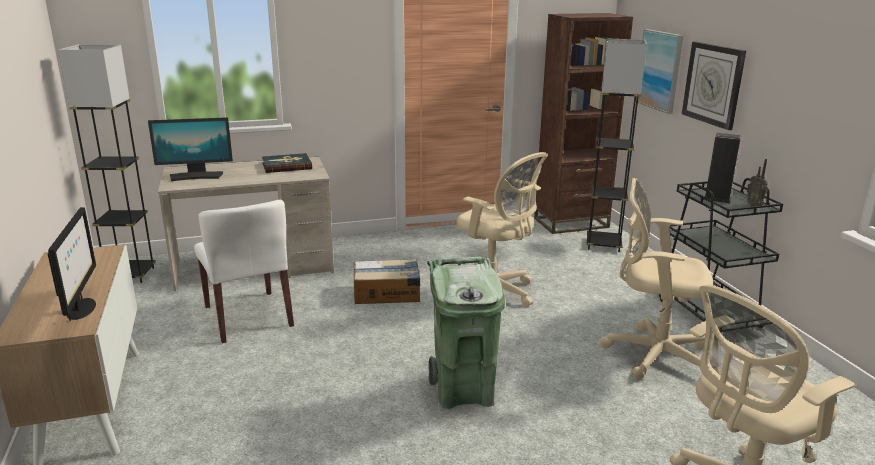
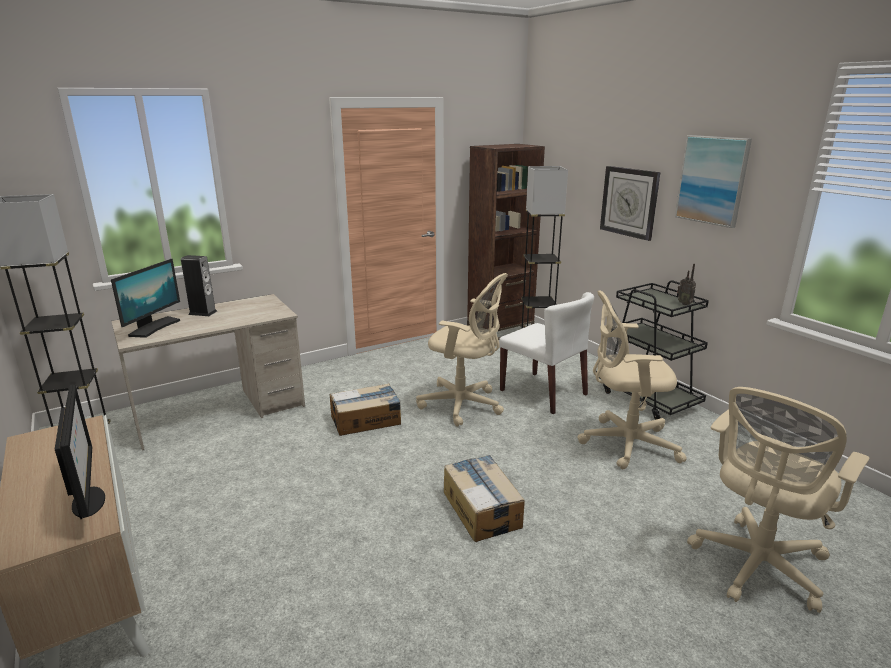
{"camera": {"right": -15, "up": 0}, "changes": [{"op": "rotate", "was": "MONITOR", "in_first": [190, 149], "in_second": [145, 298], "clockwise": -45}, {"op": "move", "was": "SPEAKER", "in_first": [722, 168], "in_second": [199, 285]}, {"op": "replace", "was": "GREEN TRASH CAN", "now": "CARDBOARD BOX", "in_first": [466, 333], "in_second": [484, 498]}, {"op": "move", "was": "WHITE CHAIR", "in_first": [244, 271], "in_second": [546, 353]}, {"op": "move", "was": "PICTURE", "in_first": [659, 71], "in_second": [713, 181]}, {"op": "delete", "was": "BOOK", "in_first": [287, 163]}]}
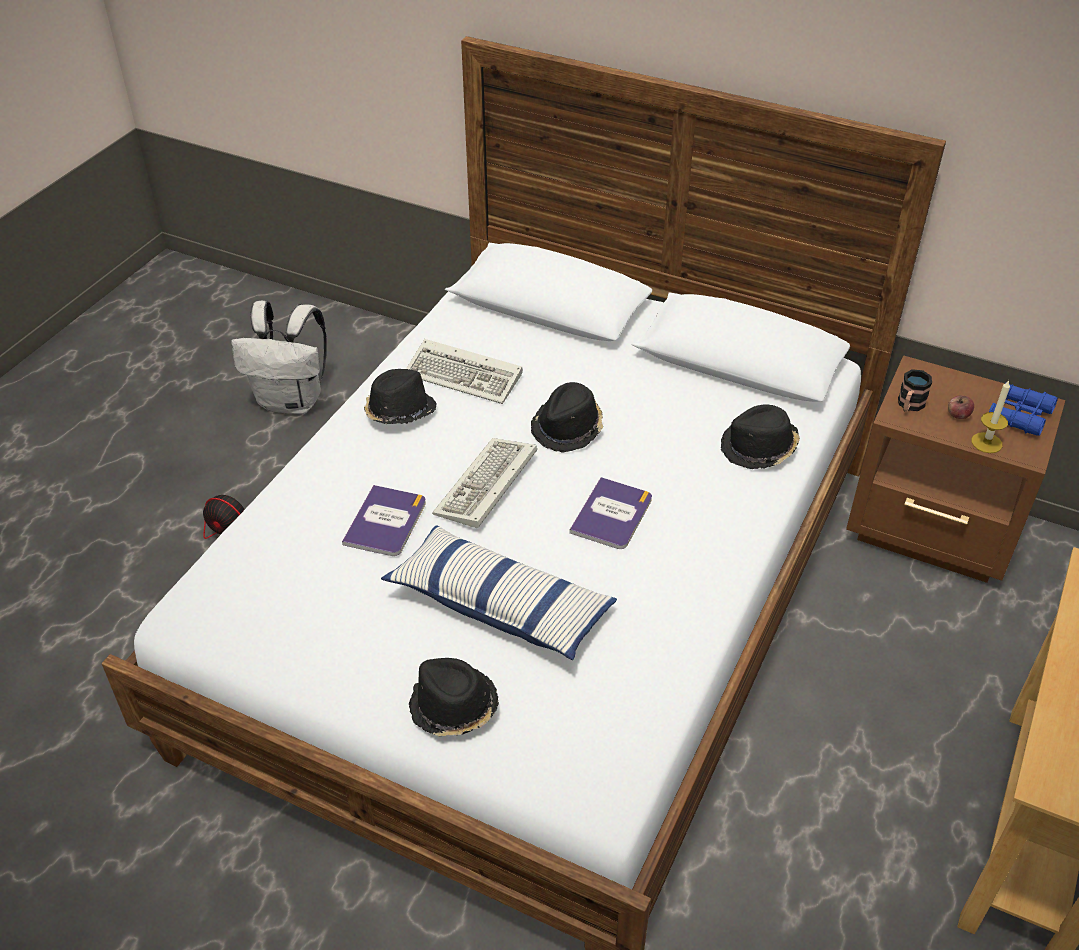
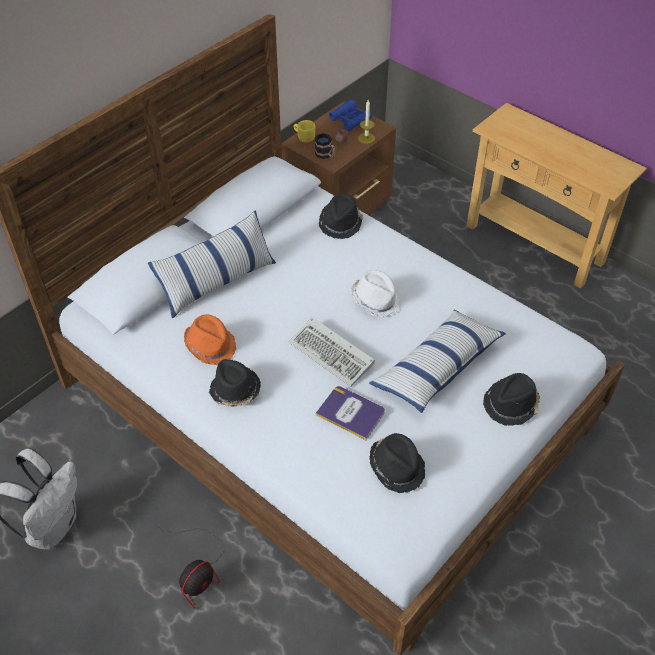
{"camera": {"right": -75, "up": 5}, "changes": [{"op": "insert", "now": "PILLOW", "in_second": [212, 264]}, {"op": "replace", "was": "KEYBOARD", "now": "ORANGE HAT", "in_first": [464, 371], "in_second": [210, 340]}, {"op": "insert", "now": "YELLOW MUG", "in_second": [304, 131]}, {"op": "replace", "was": "BOOK", "now": "WHITE HAT", "in_first": [610, 513], "in_second": [376, 294]}, {"op": "move", "was": "BLACK HAT", "in_first": [567, 417], "in_second": [397, 463]}]}
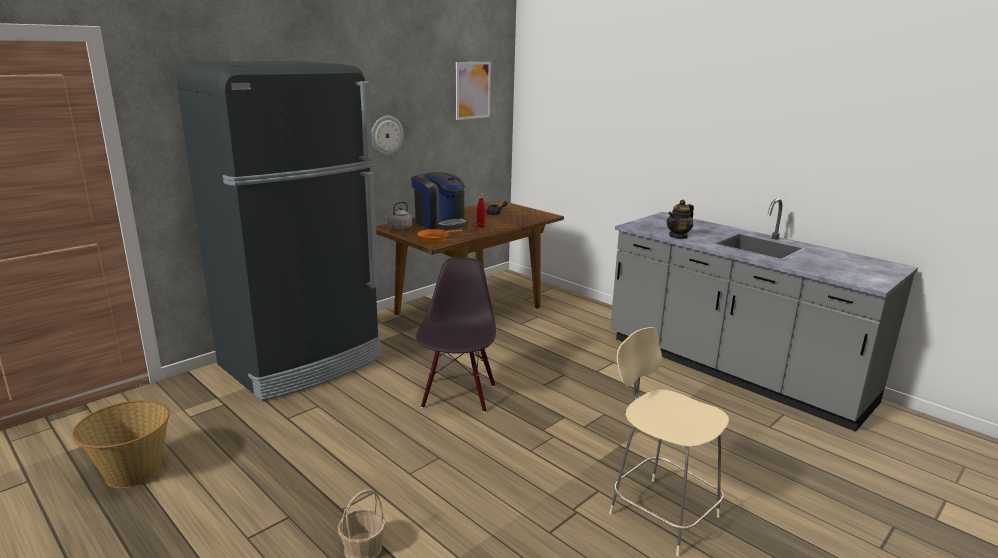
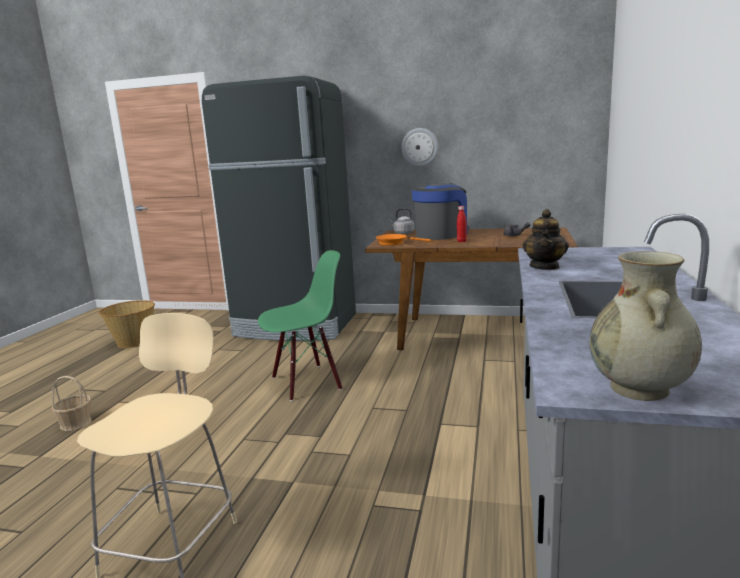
{"camera": {"right": 60, "up": -5}, "changes": [{"op": "recolor", "was": "BLACK CHAIR", "now": "GREEN CHAIR", "in_first": [456, 335], "in_second": [300, 325]}, {"op": "rotate", "was": "COFFEE MACHINE", "in_first": [440, 201], "in_second": [441, 211], "clockwise": -150}, {"op": "rotate", "was": "TEAPOT", "in_first": [680, 219], "in_second": [545, 239], "clockwise": -90}, {"op": "insert", "now": "BEIGE VASE", "in_second": [646, 326]}, {"op": "delete", "was": "PICTURE", "in_first": [473, 91]}]}
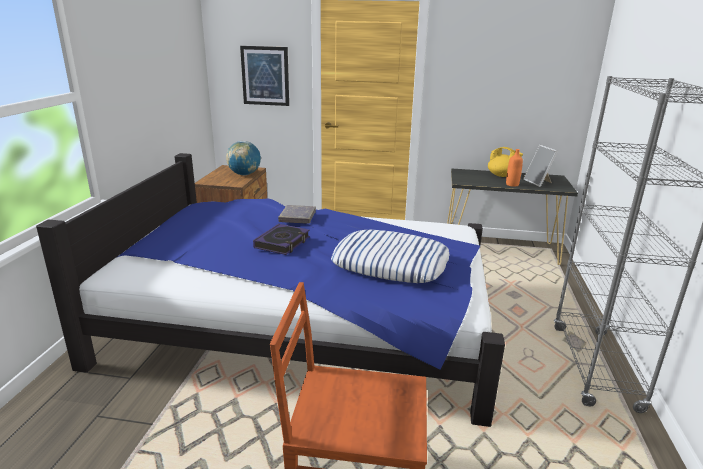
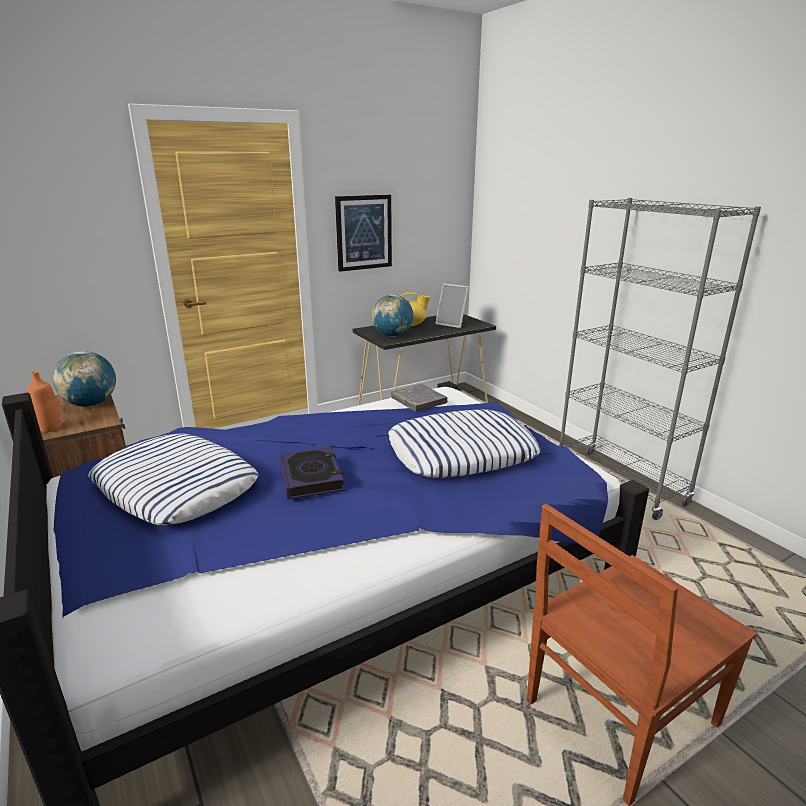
{"camera": {"right": -40, "up": 0}, "changes": [{"op": "move", "was": "ORANGE BOTTLE", "in_first": [514, 168], "in_second": [44, 402]}, {"op": "insert", "now": "PILLOW", "in_second": [173, 480]}, {"op": "move", "was": "PICTURE", "in_first": [264, 76], "in_second": [363, 233]}, {"op": "insert", "now": "GLOBE", "in_second": [392, 315]}, {"op": "move", "was": "GREY BOOK", "in_first": [297, 214], "in_second": [419, 398]}]}
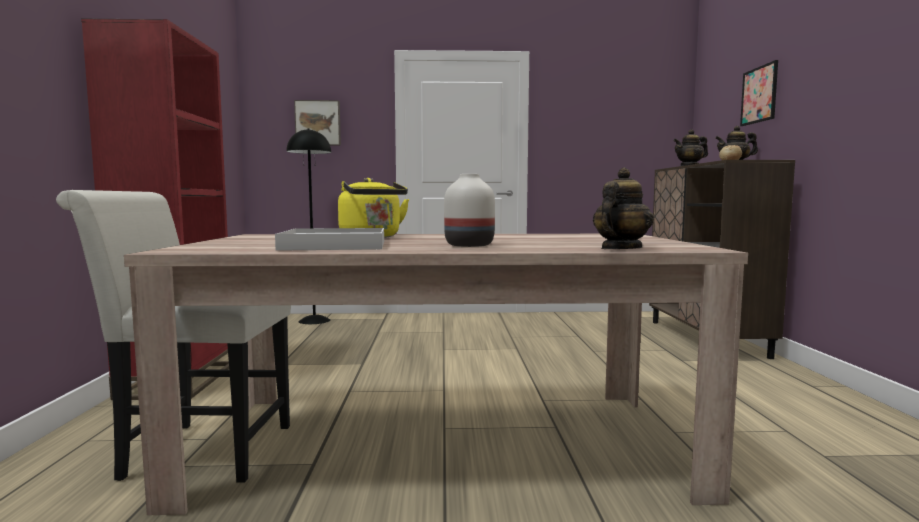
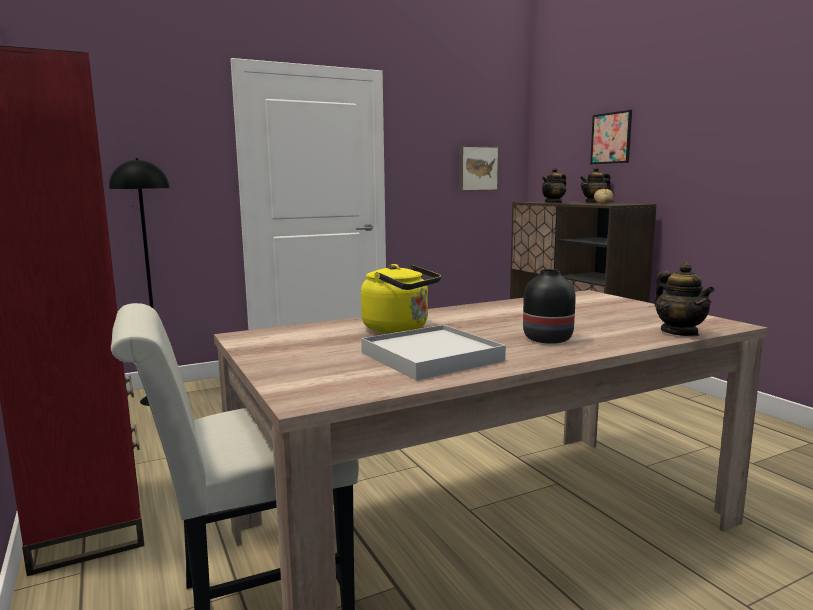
{"camera": {"right": -25, "up": 5}, "changes": [{"op": "move", "was": "PICTURE", "in_first": [317, 123], "in_second": [479, 168]}, {"op": "recolor", "was": "WHITE VASE", "now": "BLACK VASE", "in_first": [469, 210], "in_second": [549, 306]}, {"op": "rotate", "was": "TEAPOT", "in_first": [623, 208], "in_second": [684, 299], "clockwise": 150}]}
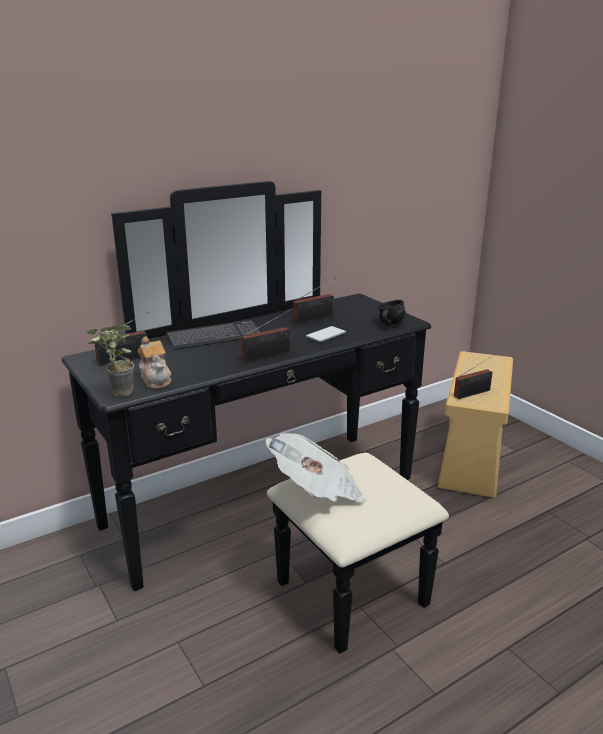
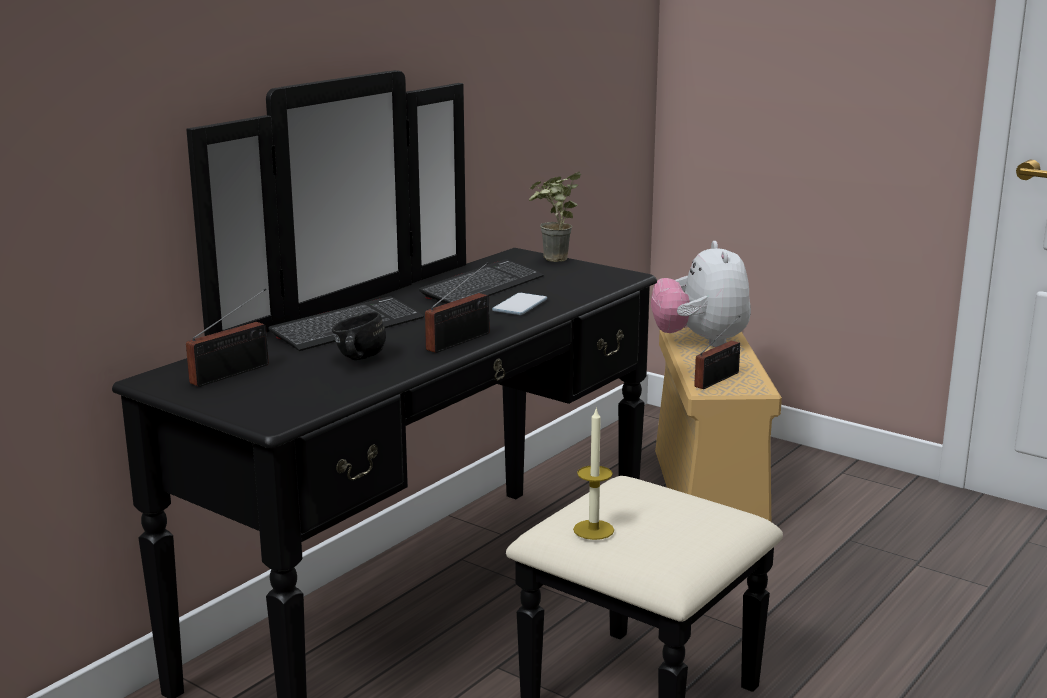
{"camera": {"right": -20, "up": -5}, "changes": [{"op": "move", "was": "BLACK MUG", "in_first": [391, 312], "in_second": [359, 336]}, {"op": "replace", "was": "RADIO", "now": "KEYBOARD", "in_first": [314, 300], "in_second": [481, 281]}, {"op": "move", "was": "POTTED PLANT", "in_first": [110, 361], "in_second": [555, 217]}, {"op": "replace", "was": "NEWSPAPER", "now": "CANDLE", "in_first": [316, 467], "in_second": [593, 473]}, {"op": "insert", "now": "PLUSH TOY", "in_second": [701, 294]}, {"op": "delete", "was": "TEAPOT", "in_first": [154, 362]}]}
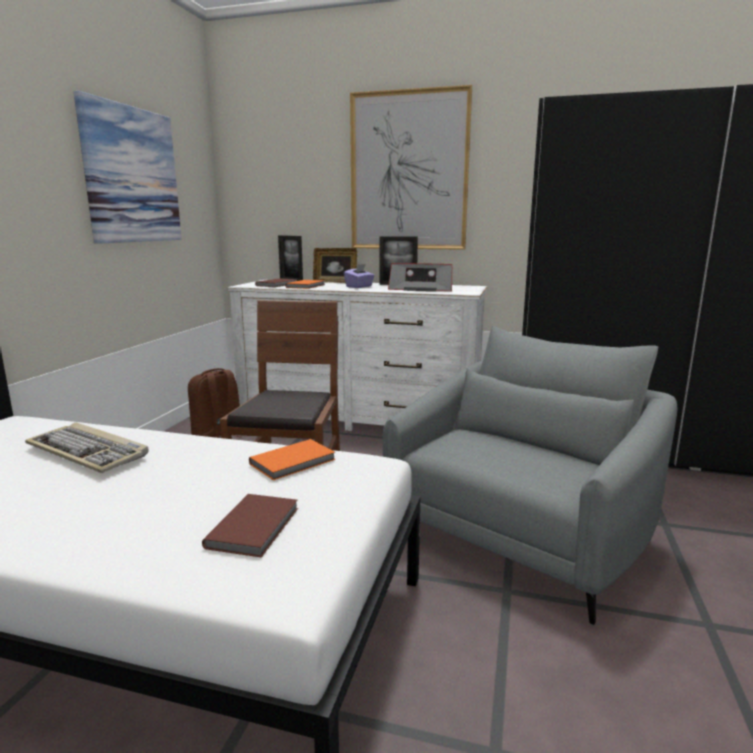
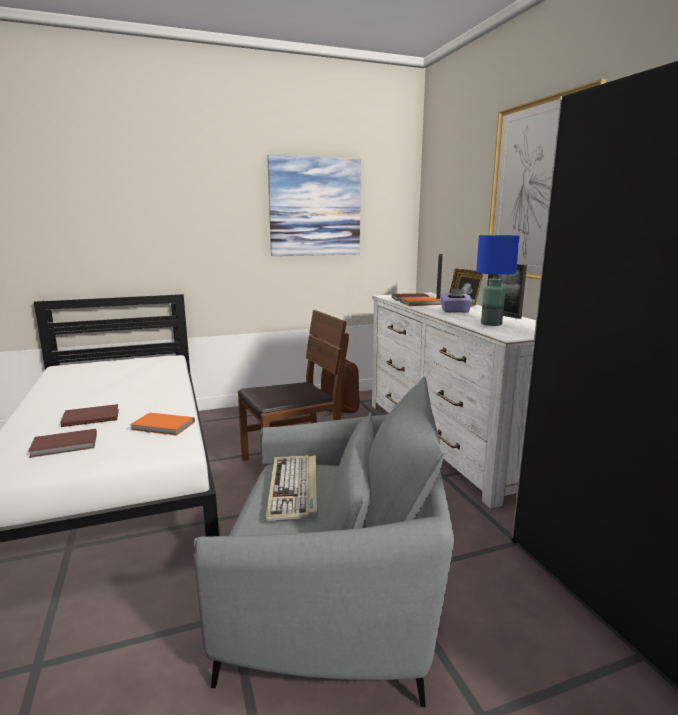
{"camera": {"right": 55, "up": 0}, "changes": [{"op": "insert", "now": "BROWN BOOK", "in_second": [89, 415]}, {"op": "move", "was": "KEYBOARD", "in_first": [86, 448], "in_second": [292, 488]}, {"op": "replace", "was": "RADIO", "now": "BLUE TABLE LAMP", "in_first": [420, 277], "in_second": [498, 280]}]}
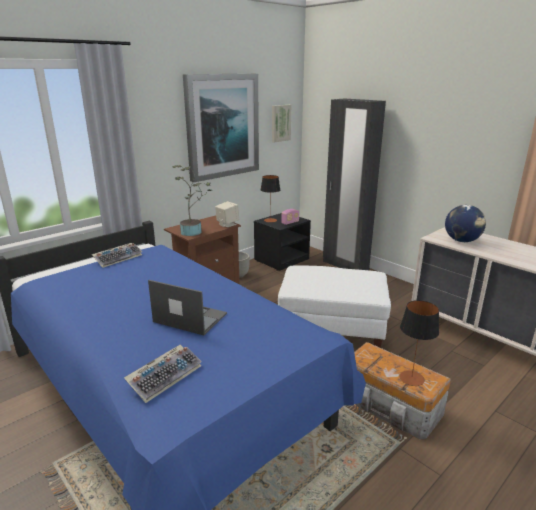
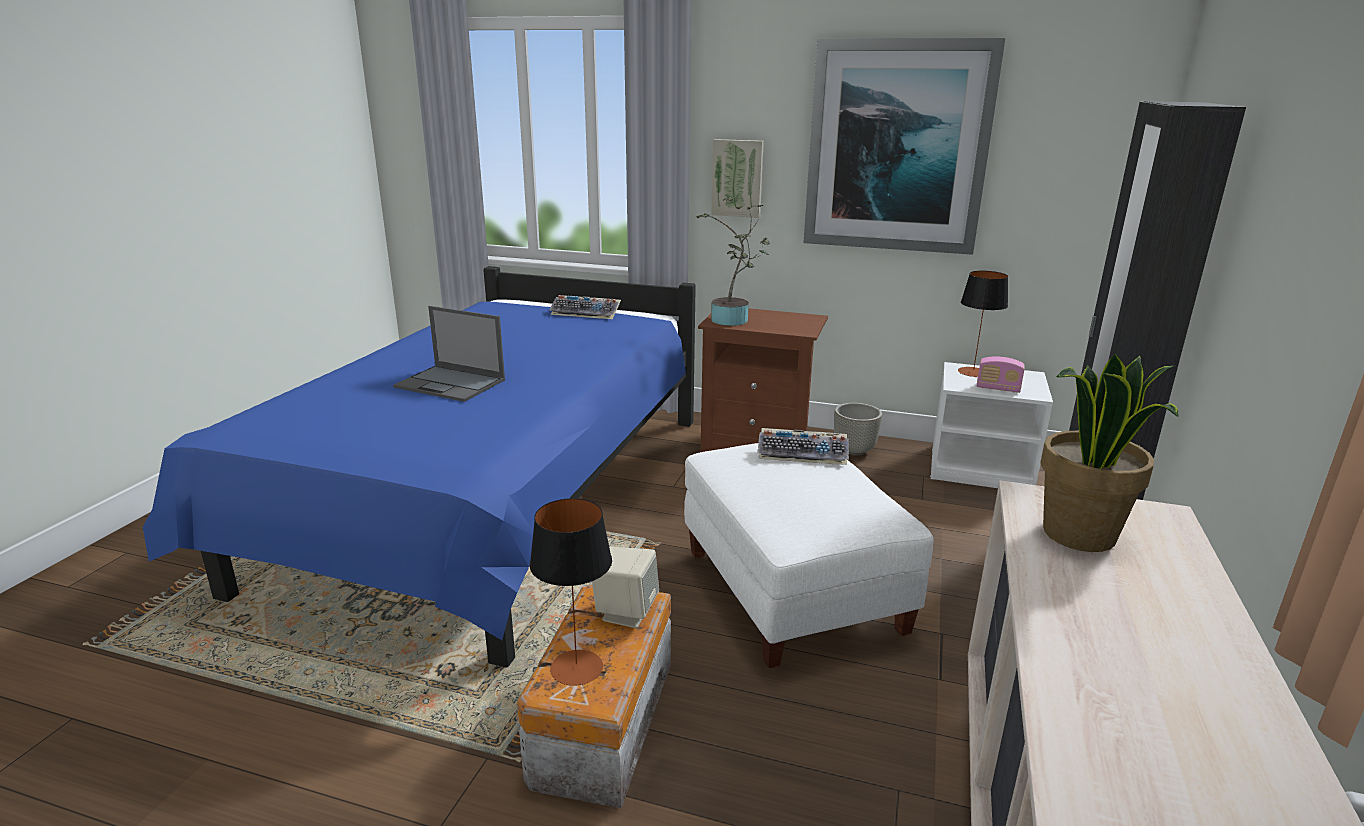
{"camera": {"right": 60, "up": 0}, "changes": [{"op": "rotate", "was": "LAPTOP", "in_first": [187, 307], "in_second": [449, 354], "clockwise": 120}, {"op": "move", "was": "BEIGE SPEAKER", "in_first": [227, 214], "in_second": [625, 587]}, {"op": "move", "was": "PICTURE", "in_first": [281, 124], "in_second": [737, 178]}, {"op": "move", "was": "KEYBOARD", "in_first": [163, 374], "in_second": [803, 446]}, {"op": "recolor", "was": "BLACK NIGHTSTAND", "now": "WHITE NIGHTSTAND", "in_first": [282, 242], "in_second": [991, 425]}, {"op": "replace", "was": "GLOBE", "now": "POTTED PLANT", "in_first": [465, 223], "in_second": [1109, 453]}]}
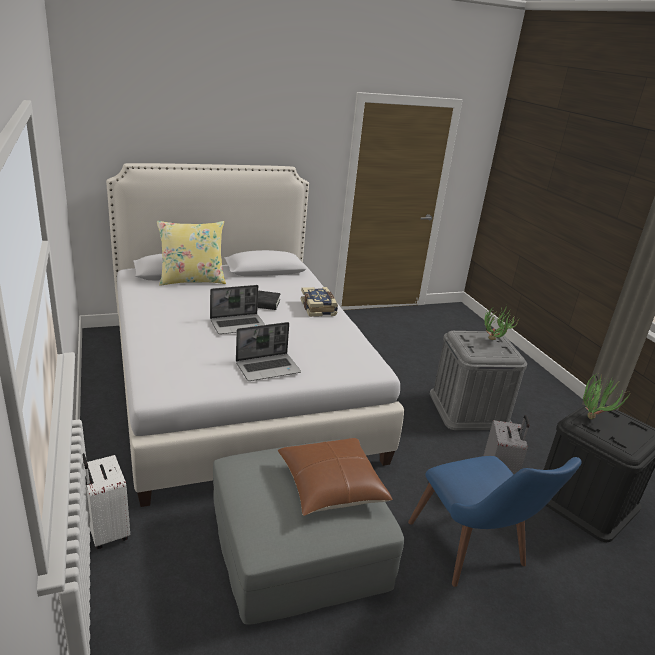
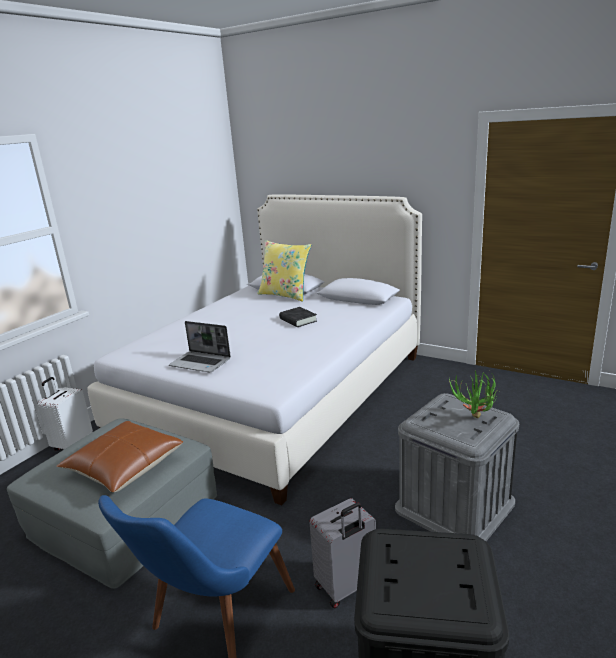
{"camera": {"right": 55, "up": -5}, "changes": [{"op": "delete", "was": "LAPTOP", "in_first": [237, 309]}, {"op": "delete", "was": "BOOK", "in_first": [319, 302]}, {"op": "delete", "was": "POTTED PLANT", "in_first": [607, 396]}]}
